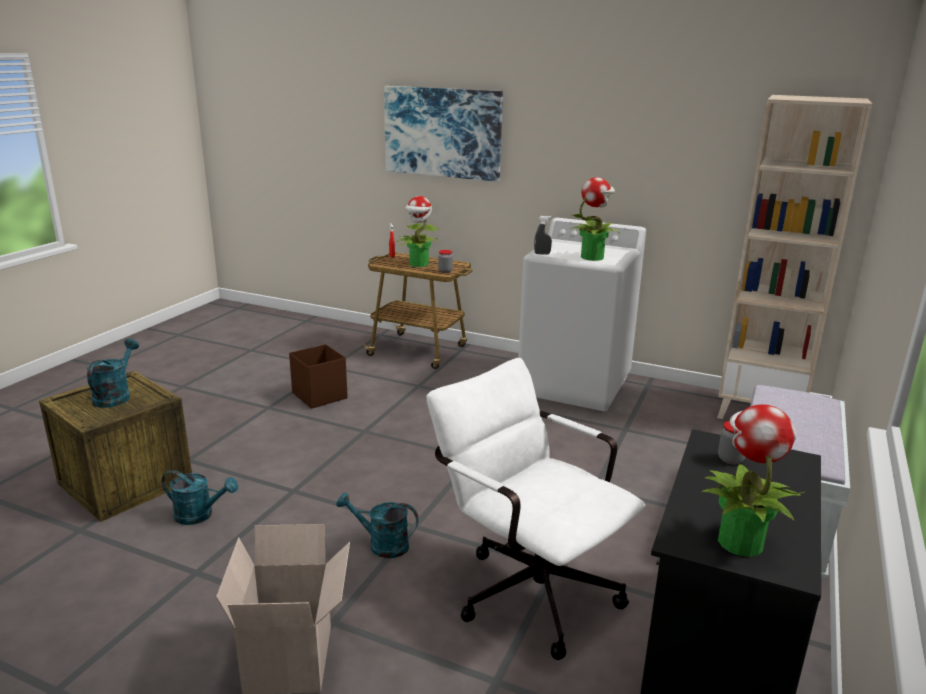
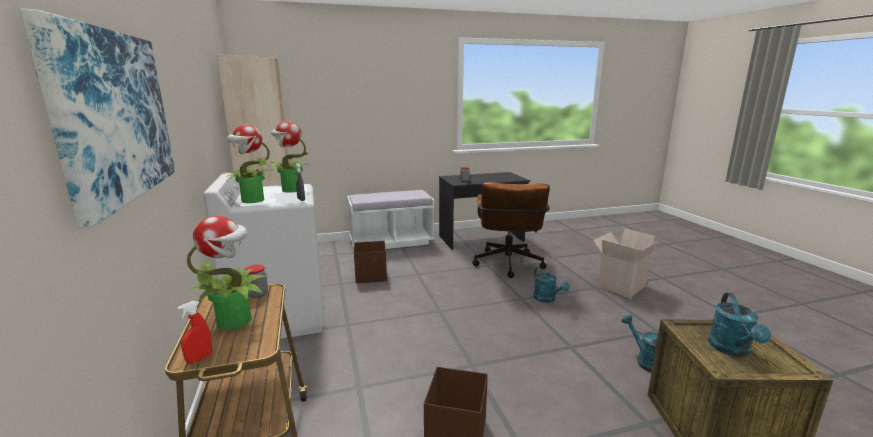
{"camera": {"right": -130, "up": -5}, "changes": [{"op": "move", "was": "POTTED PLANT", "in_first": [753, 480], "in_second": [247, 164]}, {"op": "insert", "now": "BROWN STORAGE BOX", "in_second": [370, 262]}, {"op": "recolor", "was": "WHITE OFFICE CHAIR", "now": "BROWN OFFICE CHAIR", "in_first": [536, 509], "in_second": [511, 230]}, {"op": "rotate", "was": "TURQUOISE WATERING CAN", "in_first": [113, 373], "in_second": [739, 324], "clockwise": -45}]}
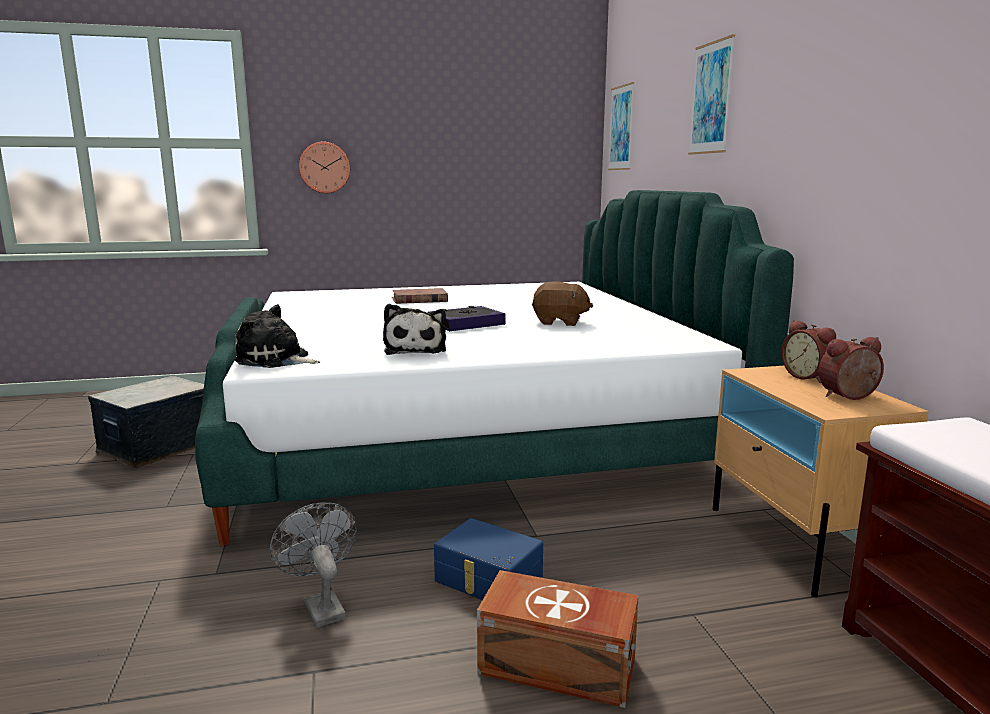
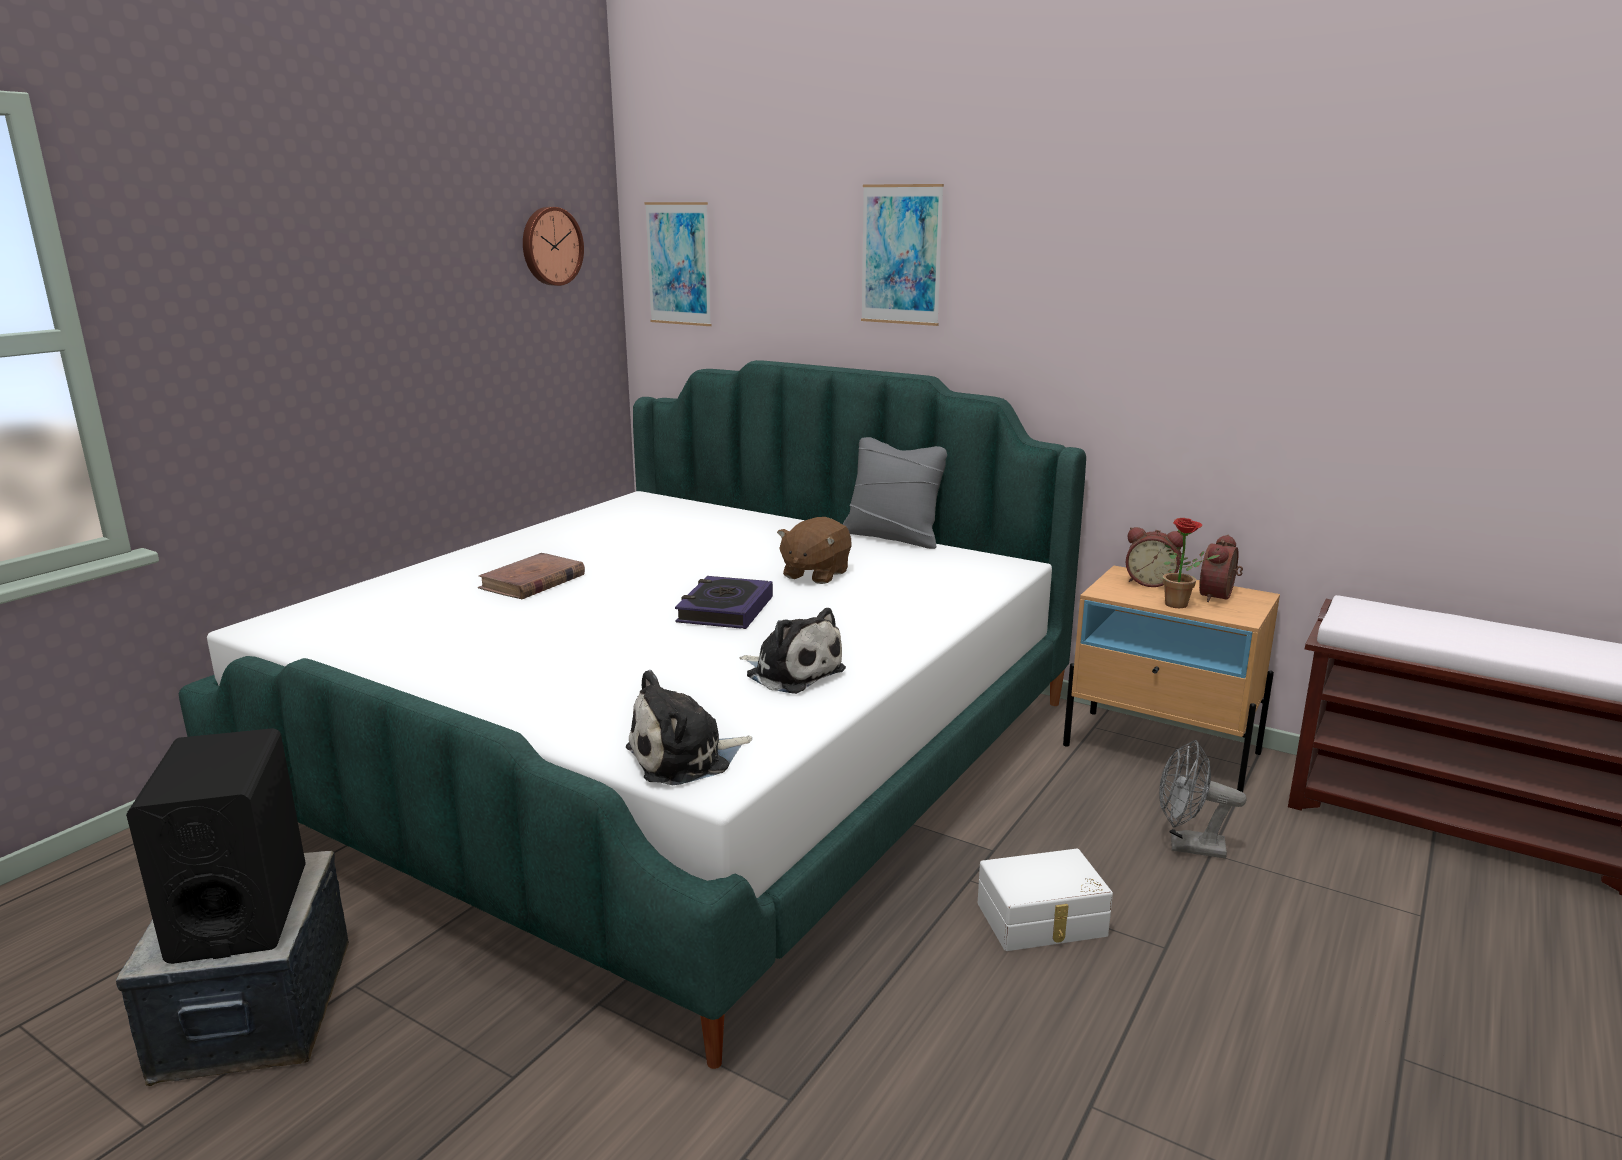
{"camera": {"right": -45, "up": 5}, "changes": [{"op": "insert", "now": "BLACK SPEAKER", "in_second": [216, 846]}, {"op": "move", "was": "WALL CLOCK", "in_first": [324, 167], "in_second": [553, 246]}, {"op": "rotate", "was": "BROWN PLUSH TOY", "in_first": [562, 304], "in_second": [814, 550], "clockwise": 150}, {"op": "insert", "now": "GREY PILLOW", "in_second": [895, 493]}, {"op": "recolor", "was": "BLUE STORAGE BOX", "now": "WHITE STORAGE BOX", "in_first": [488, 559], "in_second": [1045, 900]}, {"op": "move", "was": "GREY FAN", "in_first": [313, 564], "in_second": [1202, 799]}, {"op": "insert", "now": "POTTED PLANT", "in_second": [1191, 563]}, {"op": "delete", "was": "BROWN STORAGE BOX", "in_first": [558, 639]}]}
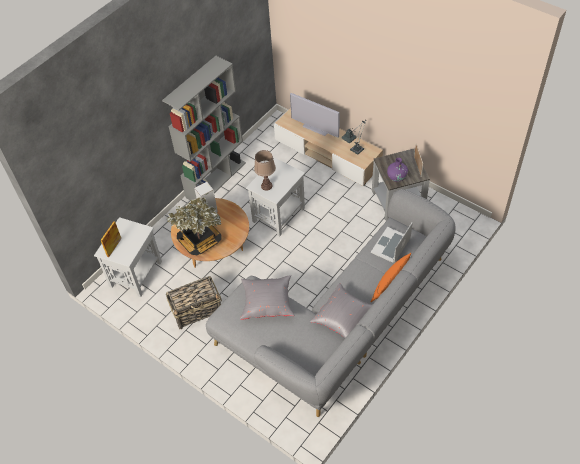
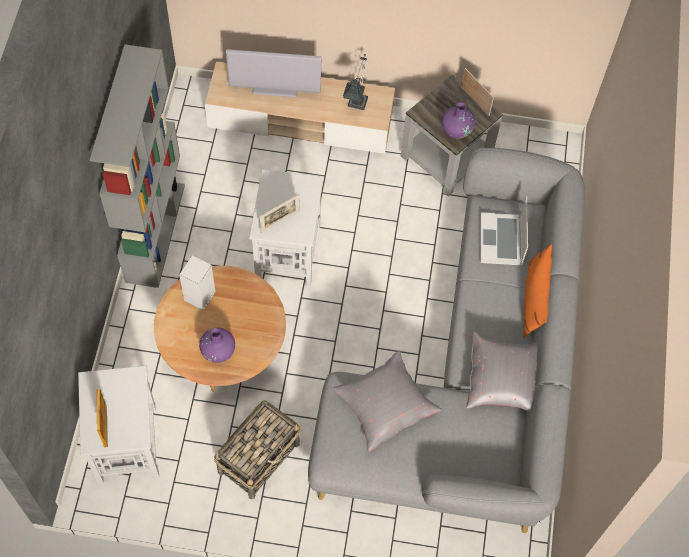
{"camera": {"right": -35, "up": 10}, "changes": [{"op": "replace", "was": "POTTED PLANT", "now": "PURPLE VASE", "in_first": [194, 226], "in_second": [217, 345]}, {"op": "replace", "was": "BROWN TABLE LAMP", "now": "PICTURE FRAME", "in_first": [265, 170], "in_second": [279, 213]}]}
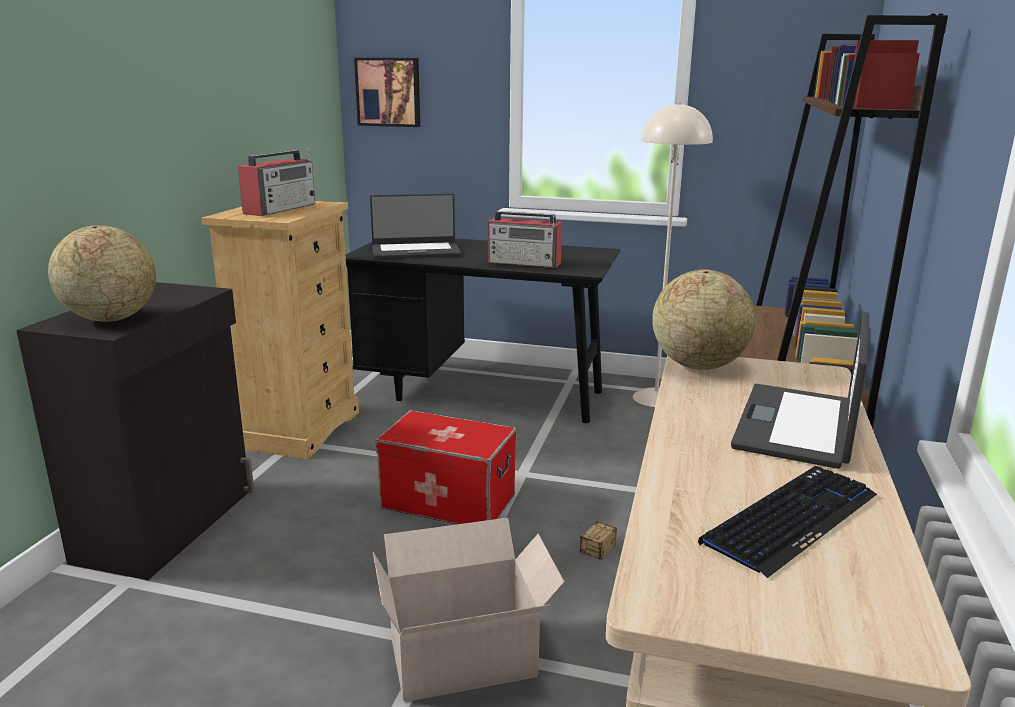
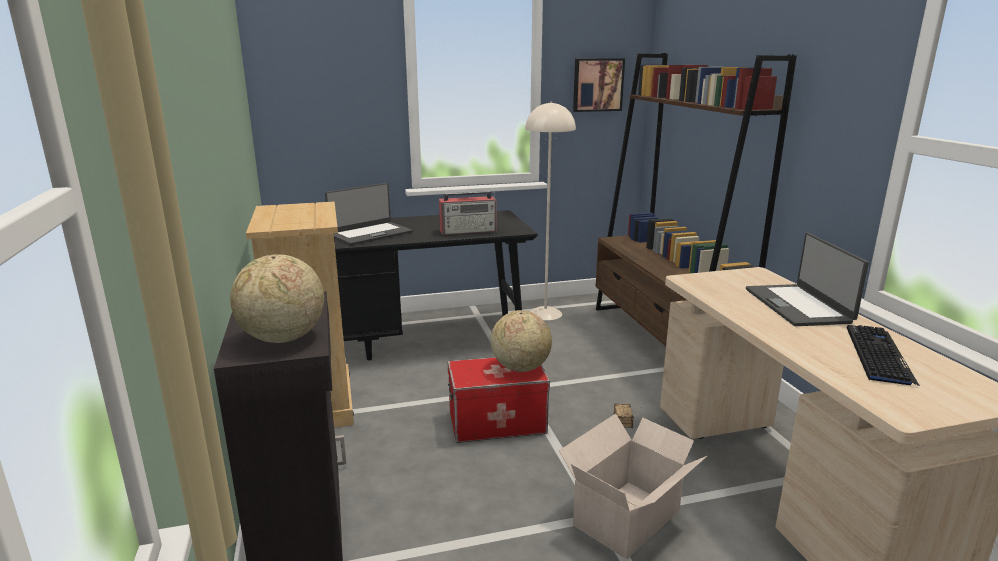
{"camera": {"right": -30, "up": 0}, "changes": [{"op": "move", "was": "GLOBE", "in_first": [703, 320], "in_second": [521, 341]}, {"op": "move", "was": "PICTURE", "in_first": [387, 92], "in_second": [599, 85]}, {"op": "delete", "was": "RADIO", "in_first": [277, 181]}]}
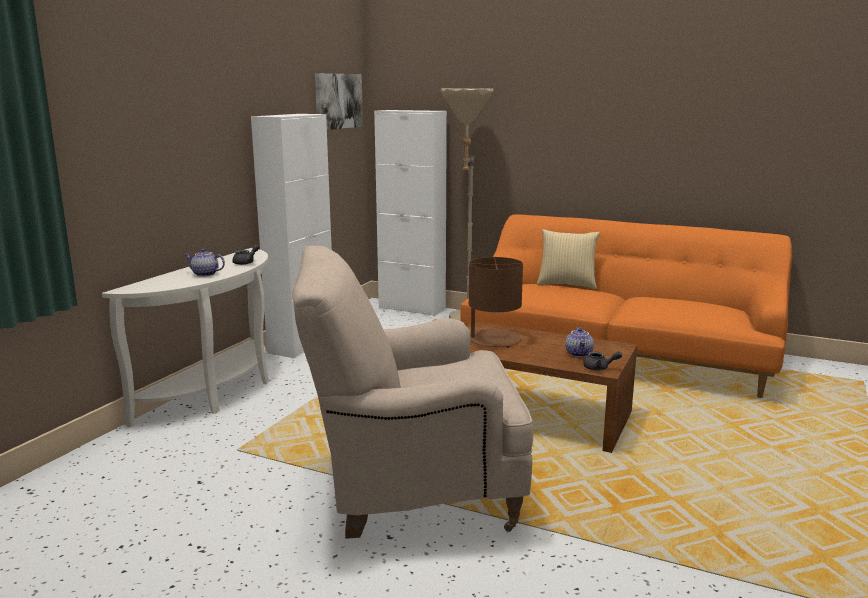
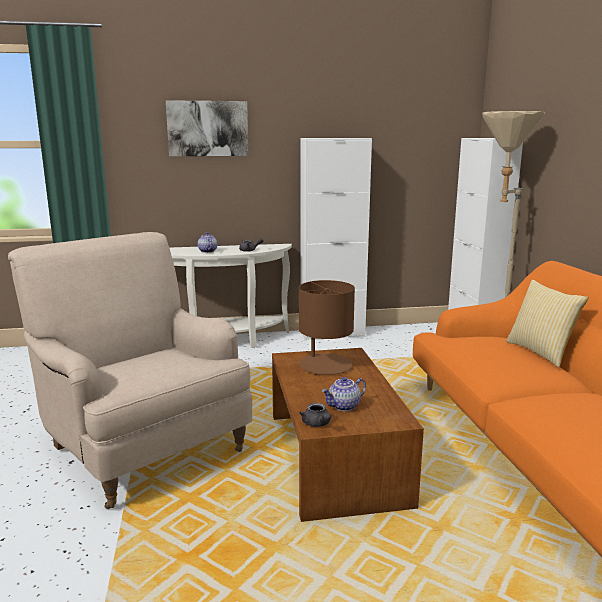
{"camera": {"right": 55, "up": 0}, "changes": [{"op": "move", "was": "PICTURE", "in_first": [339, 101], "in_second": [207, 128]}]}
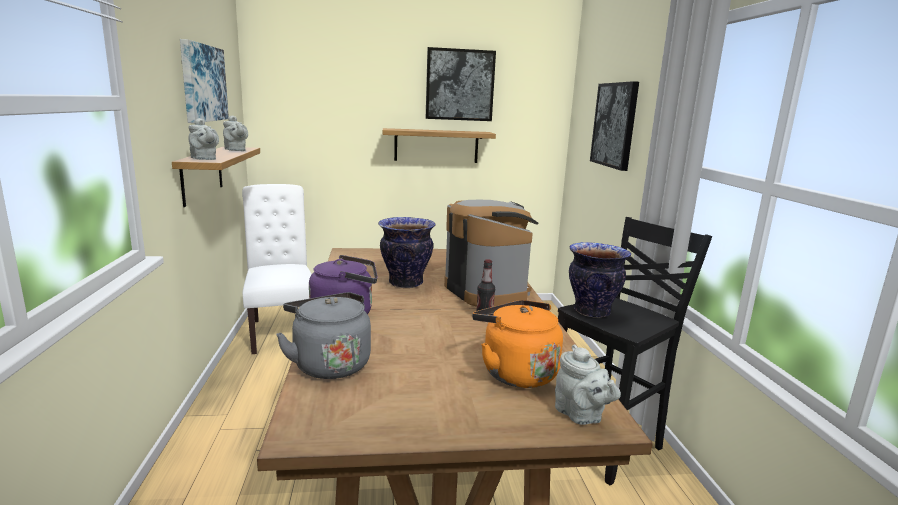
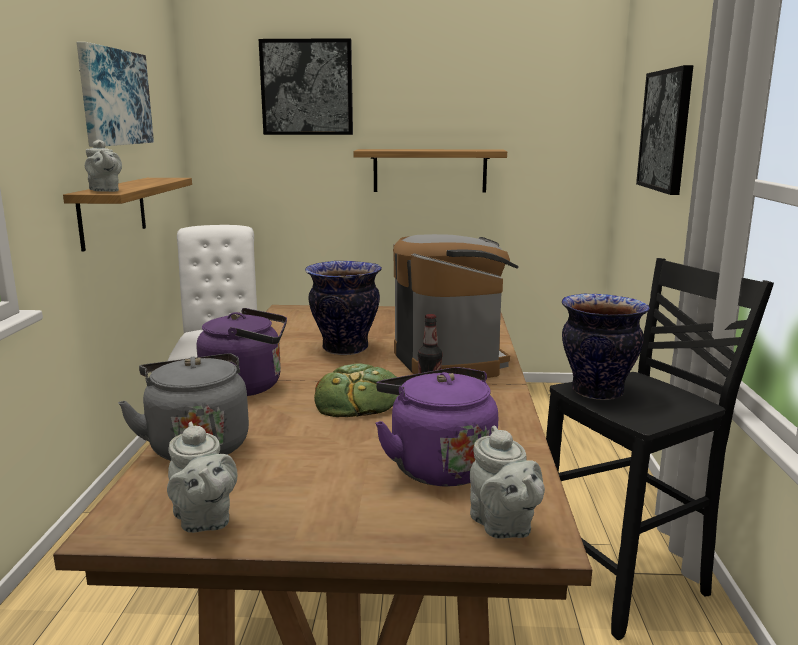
{"camera": {"right": 10, "up": 0}, "changes": [{"op": "move", "was": "GREY TEAPOT", "in_first": [235, 133], "in_second": [202, 477]}, {"op": "move", "was": "PICTURE", "in_first": [461, 84], "in_second": [306, 86]}, {"op": "insert", "now": "BREAD", "in_second": [356, 390]}, {"op": "recolor", "was": "ORANGE KETTLE", "now": "PURPLE KETTLE", "in_first": [517, 344], "in_second": [436, 427]}]}
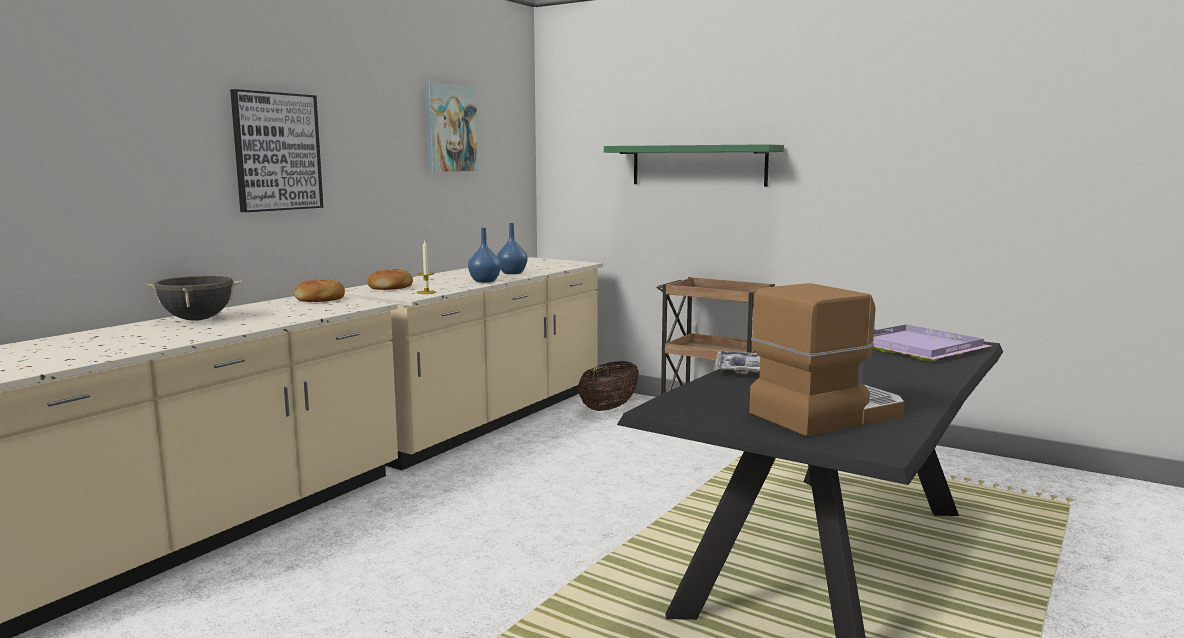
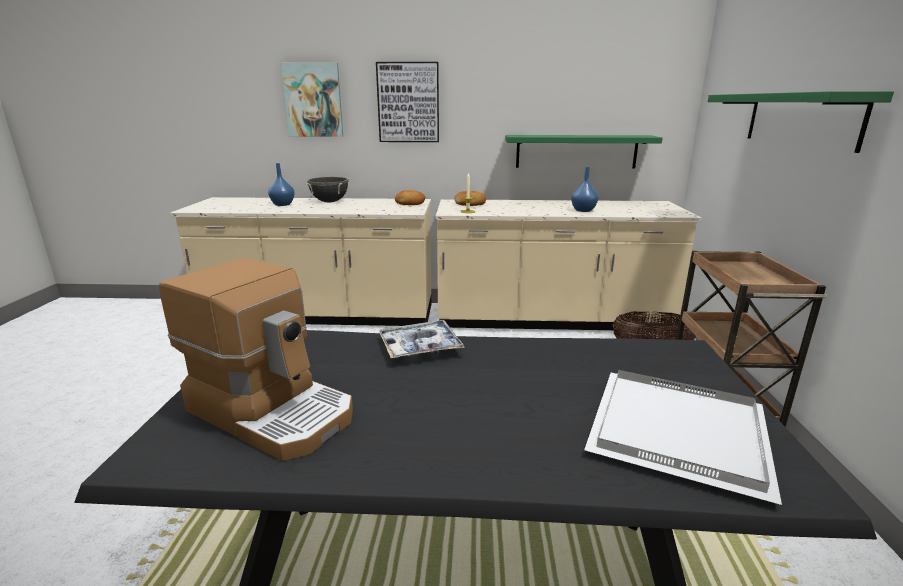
{"camera": {"right": 60, "up": 10}, "changes": [{"op": "move", "was": "BLUE VASE", "in_first": [484, 255], "in_second": [281, 184]}, {"op": "move", "was": "PICTURE", "in_first": [451, 127], "in_second": [312, 100]}, {"op": "insert", "now": "GREEN SHELF", "in_second": [584, 151]}, {"op": "recolor", "was": "PURPLE TRAY", "now": "WHITE TRAY", "in_first": [932, 343], "in_second": [683, 437]}]}
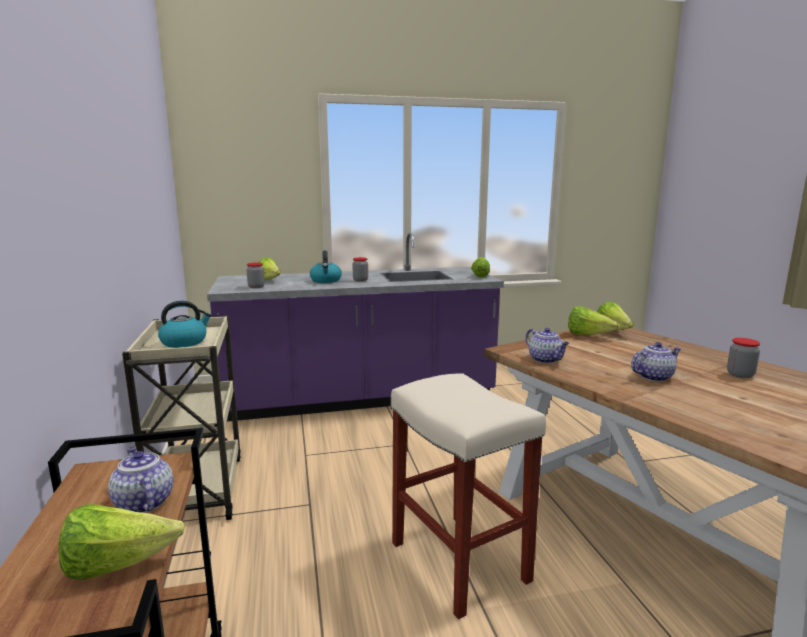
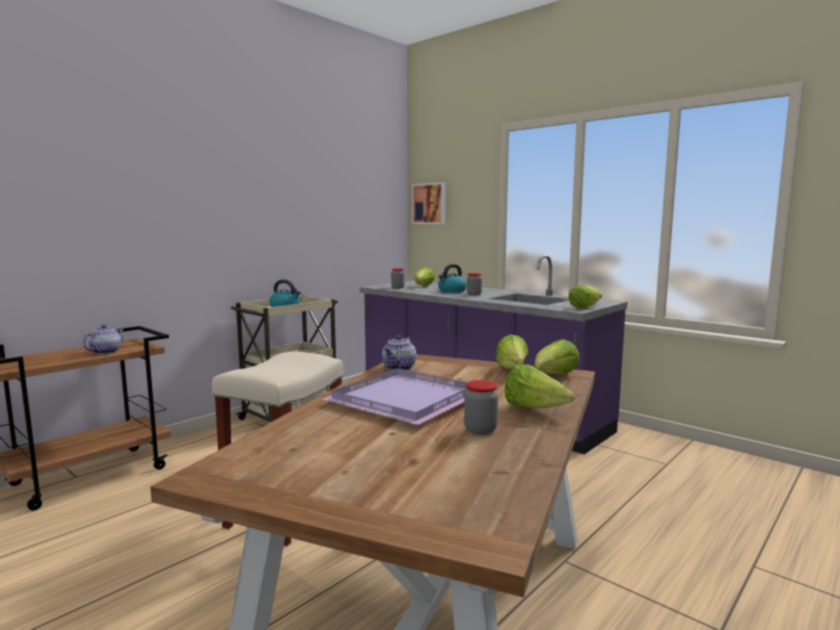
{"camera": {"right": 55, "up": -5}, "changes": [{"op": "replace", "was": "TEAPOT", "now": "PURPLE TRAY", "in_first": [656, 362], "in_second": [395, 396]}, {"op": "insert", "now": "PICTURE", "in_second": [429, 203]}, {"op": "move", "was": "LETTUCE", "in_first": [121, 542], "in_second": [540, 386]}]}
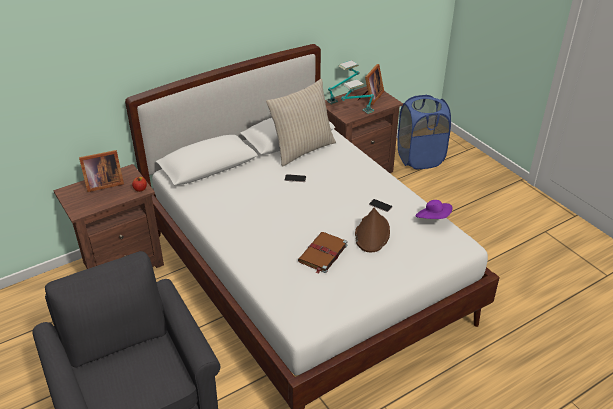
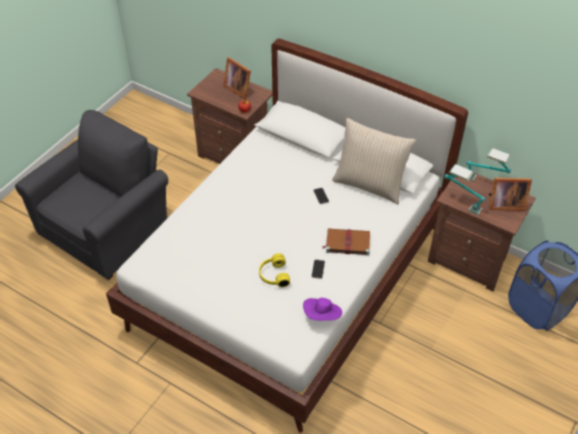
{"camera": {"right": 65, "up": 10}, "changes": [{"op": "replace", "was": "BROWN HAT", "now": "YELLOW HEADPHONES", "in_first": [372, 230], "in_second": [274, 270]}, {"op": "move", "was": "BROWN BOOK", "in_first": [323, 253], "in_second": [346, 242]}]}
